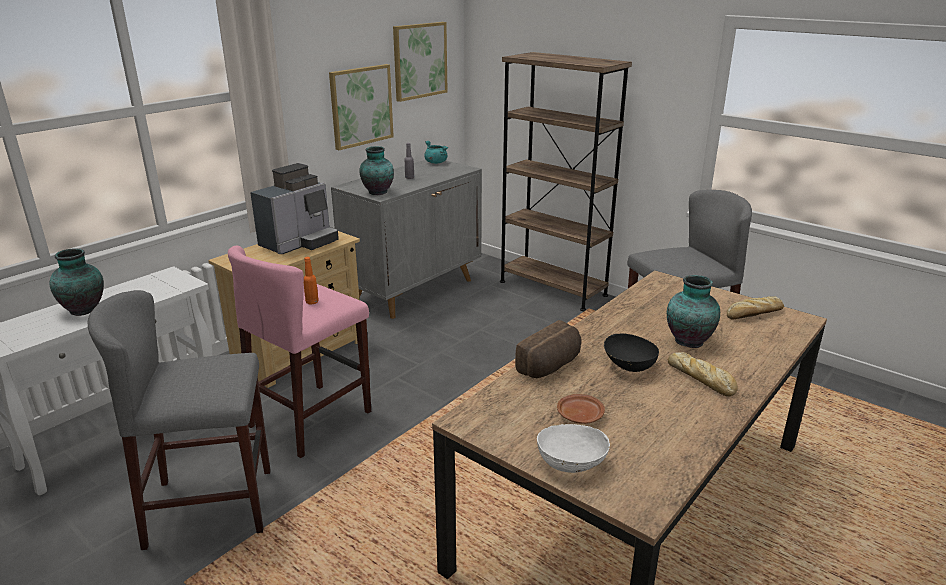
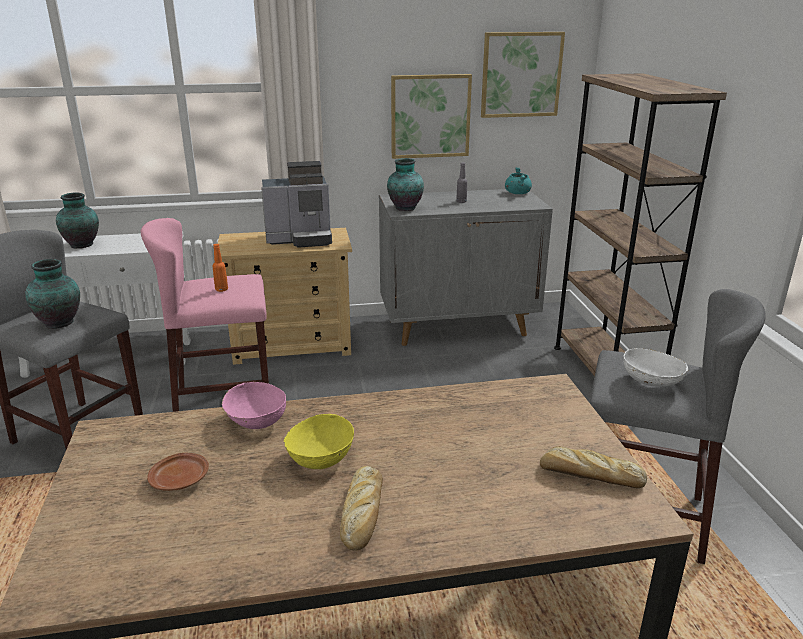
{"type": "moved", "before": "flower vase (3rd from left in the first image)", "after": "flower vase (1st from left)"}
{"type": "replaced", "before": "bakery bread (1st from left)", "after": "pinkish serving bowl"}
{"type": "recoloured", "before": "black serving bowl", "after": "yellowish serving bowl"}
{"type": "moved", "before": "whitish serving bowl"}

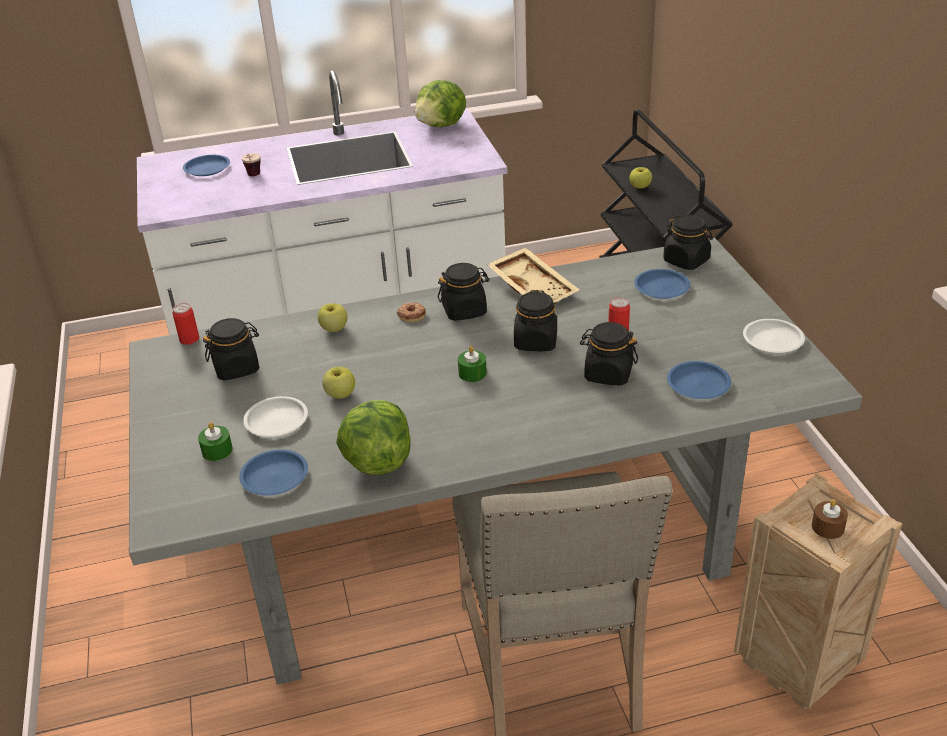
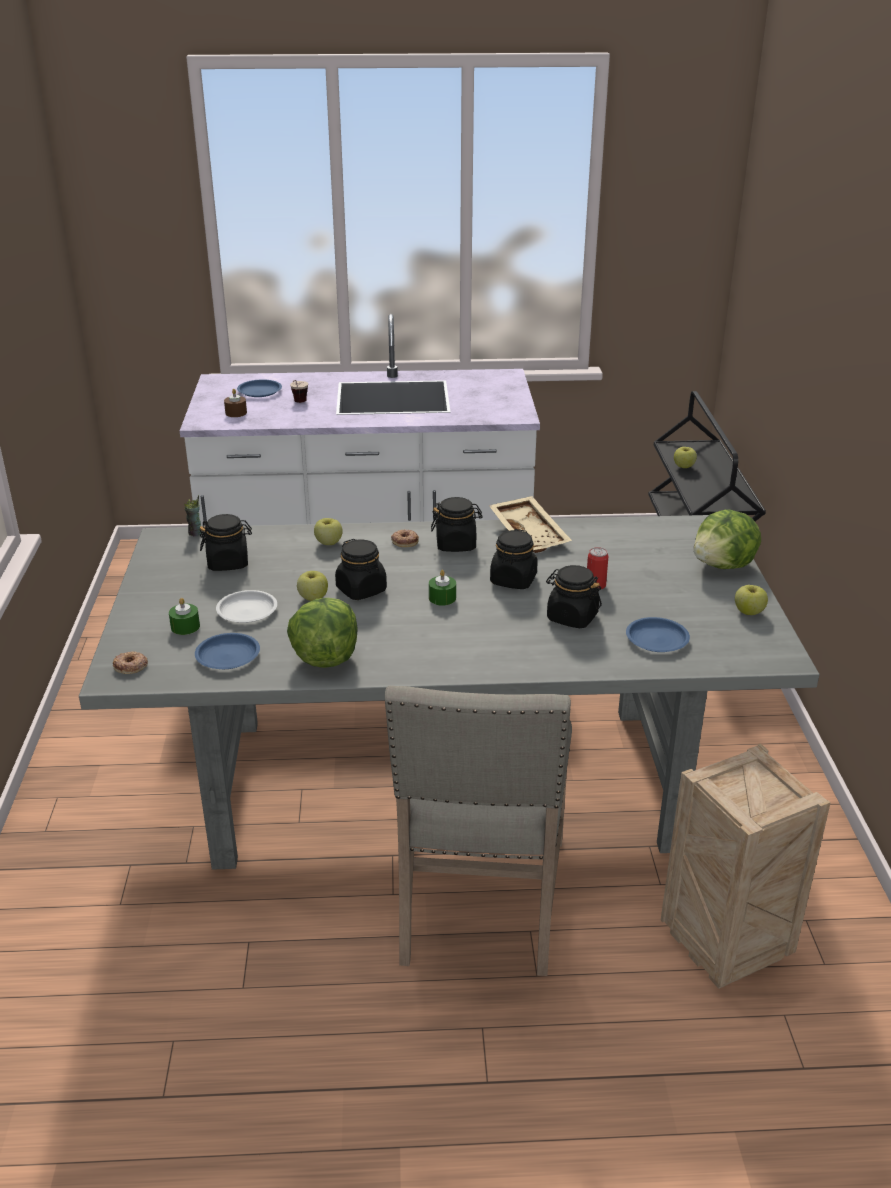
{"type": "moved", "before": "lettuce (2nd from left)"}
{"type": "moved", "before": "black jar (5th from left in the first image)", "after": "black jar (2nd from left)"}
{"type": "removed", "before": "blue-coloured dinner plate (3rd from left)"}
{"type": "replaced", "before": "sealed can (1st from left)", "after": "cup (1st from left)"}
{"type": "replaced", "before": "whitish dinner plate (2nd from left)", "after": "whole apple (4th from left)"}
{"type": "moved", "before": "brown wax light"}
{"type": "added", "after": "doughnut (1st from left)"}

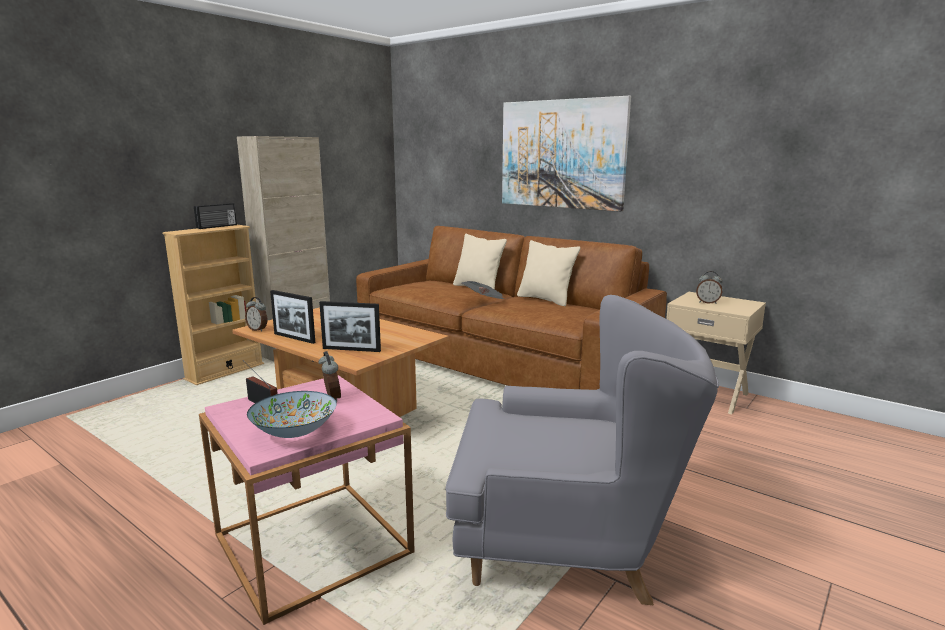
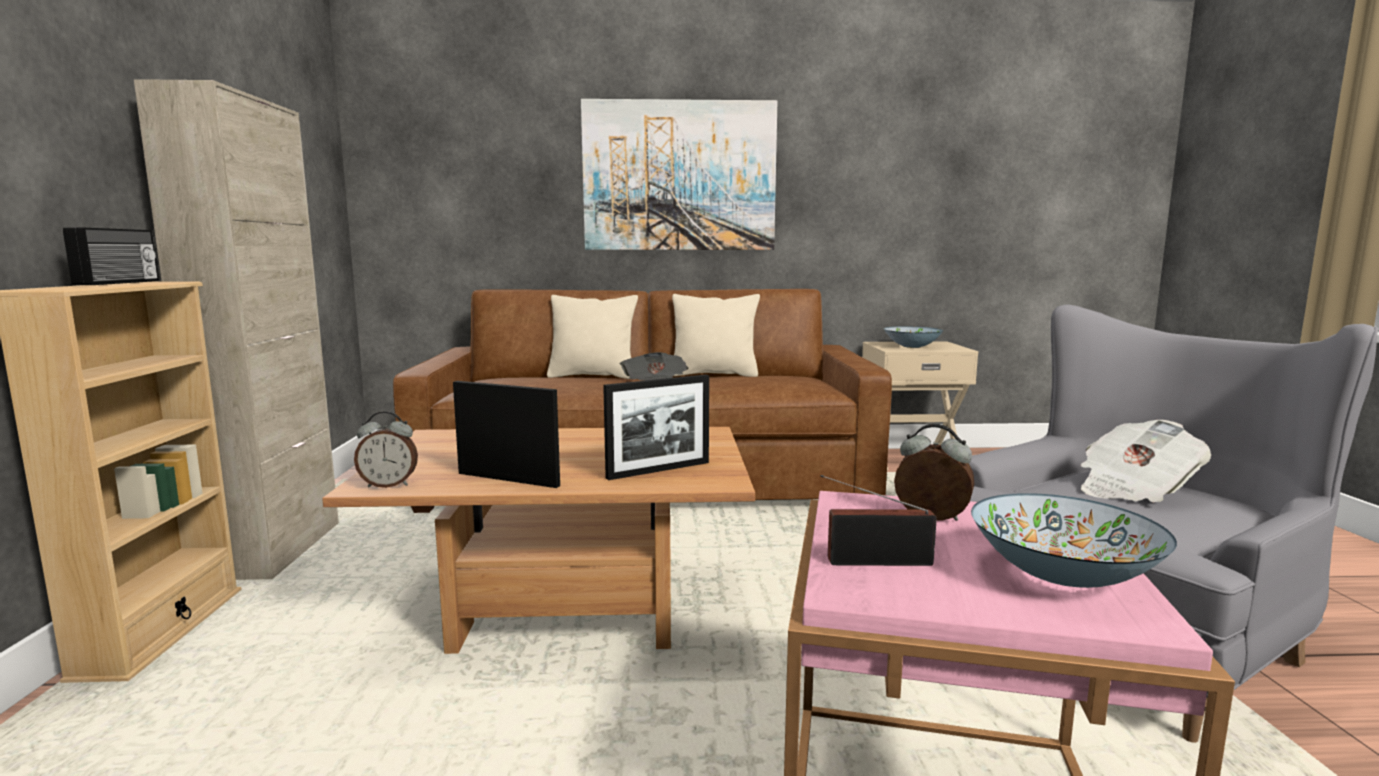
{"type": "replaced", "before": "table clock (3rd from left)", "after": "serving bowl (1st from left)"}
{"type": "turned", "before": "standing frame (1st from left)", "turn": -150}
{"type": "added", "after": "printed paper (2nd from left)"}

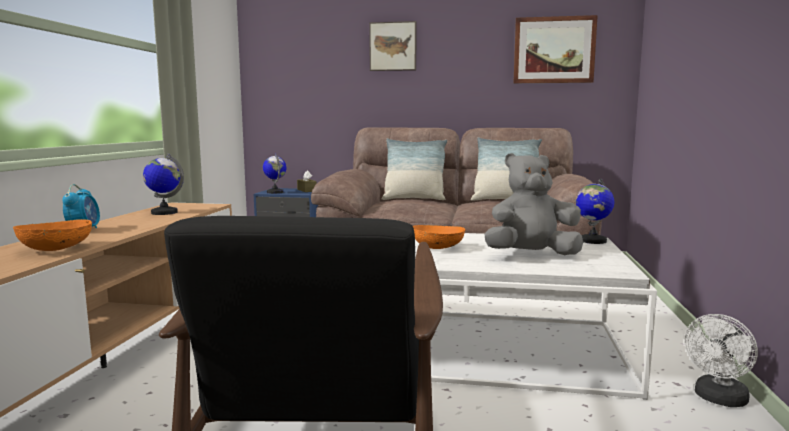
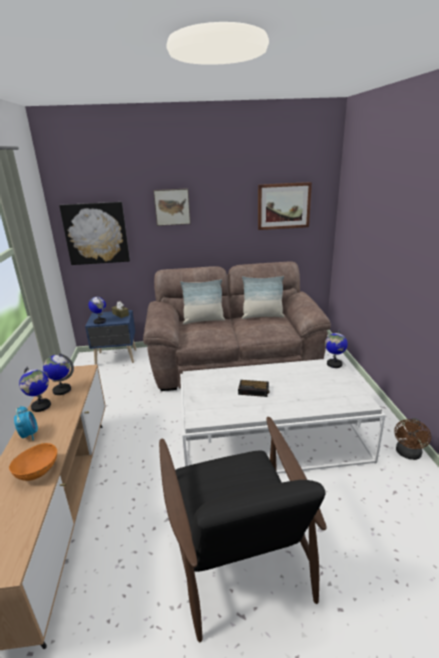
{"type": "removed", "before": "gray cuddly toy"}
{"type": "replaced", "before": "orange serving bowl (2nd from left)", "after": "table clock (2nd from left)"}
{"type": "recoloured", "before": "whitish fan", "after": "brown fan"}
{"type": "added", "after": "wall picture (1st from left)"}
{"type": "added", "after": "desk globe (1st from left)"}

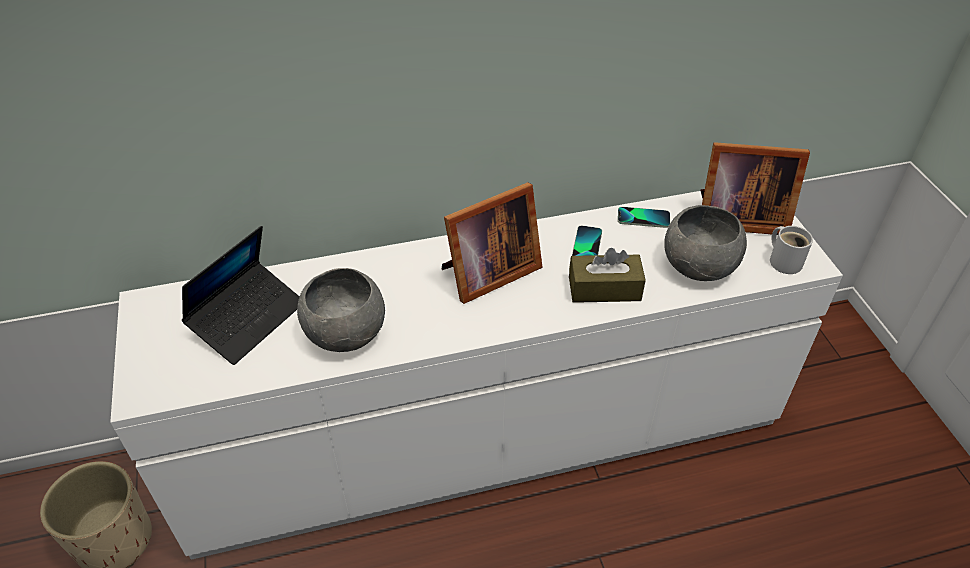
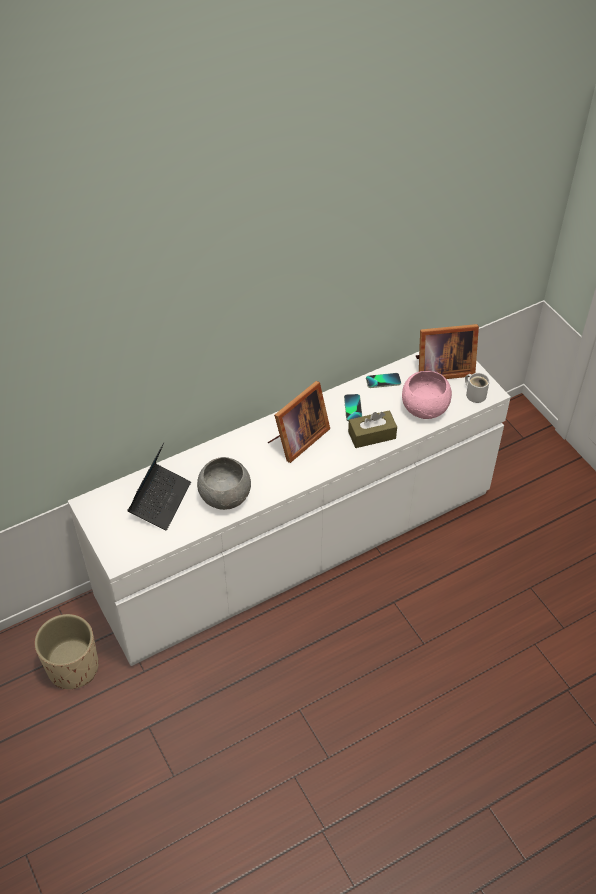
{"type": "recoloured", "before": "gray serving bowl (2nd from left)", "after": "pinkish serving bowl"}

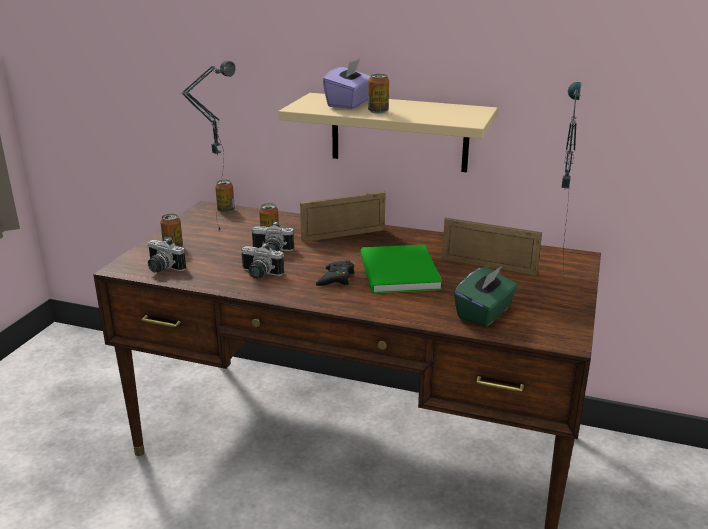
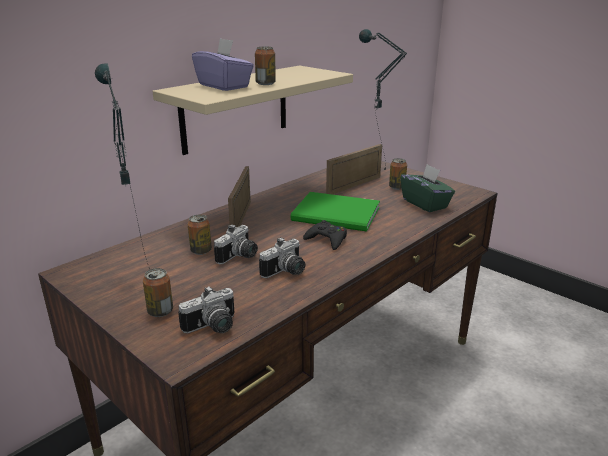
{"type": "moved", "before": "sealed can (2nd from left in the first image)", "after": "sealed can (4th from left)"}

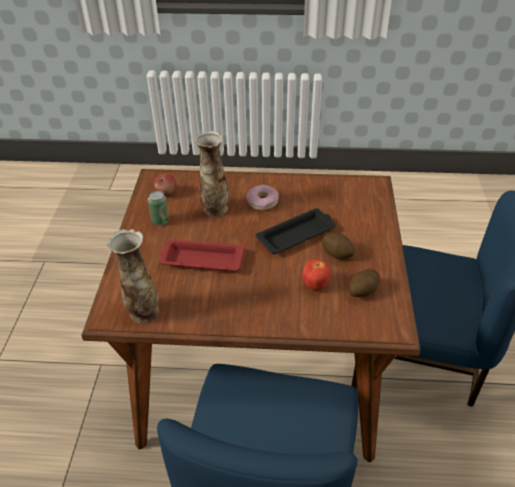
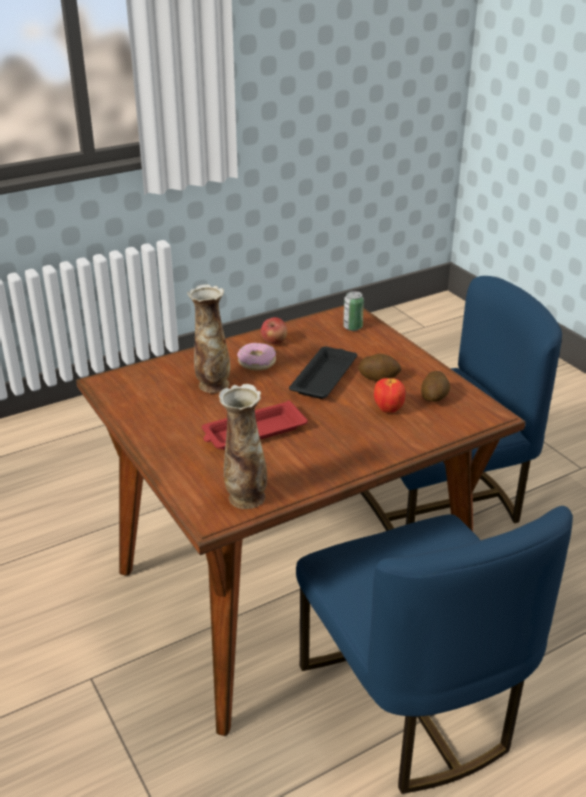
{"type": "moved", "before": "whole apple (1st from left)"}
{"type": "moved", "before": "sealed can"}

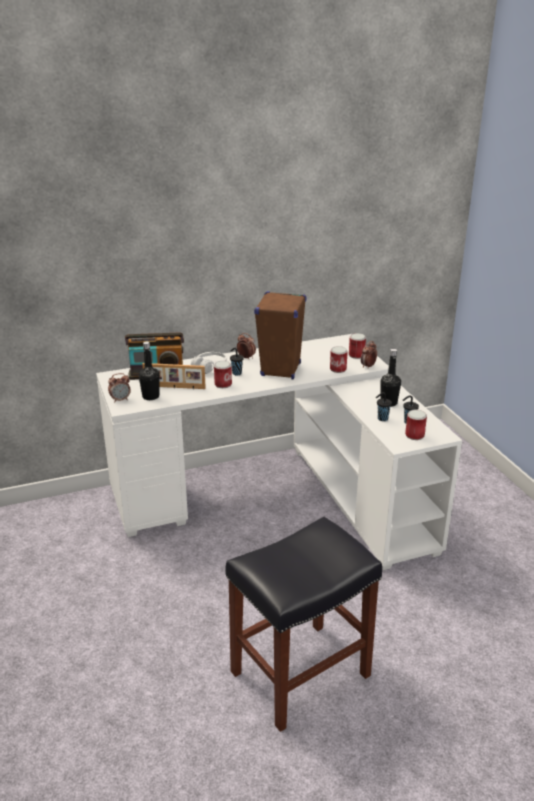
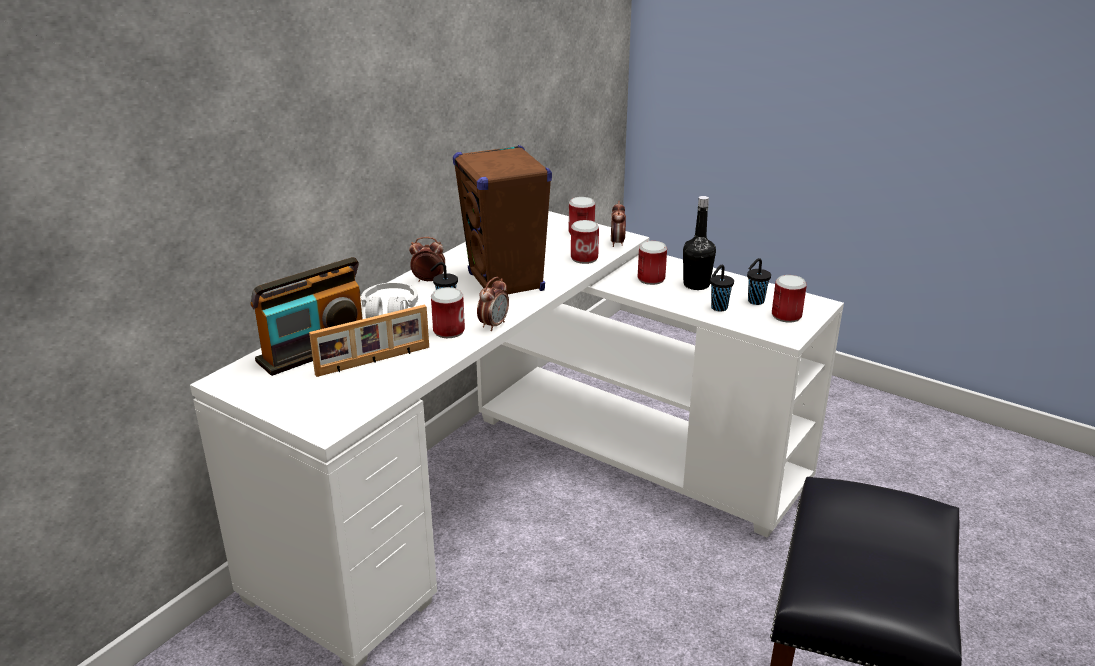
{"type": "removed", "before": "black bottle (1st from left)"}
{"type": "moved", "before": "table clock (1st from left in the first image)", "after": "table clock (2nd from left)"}
{"type": "added", "after": "sealed can (4th from left)"}

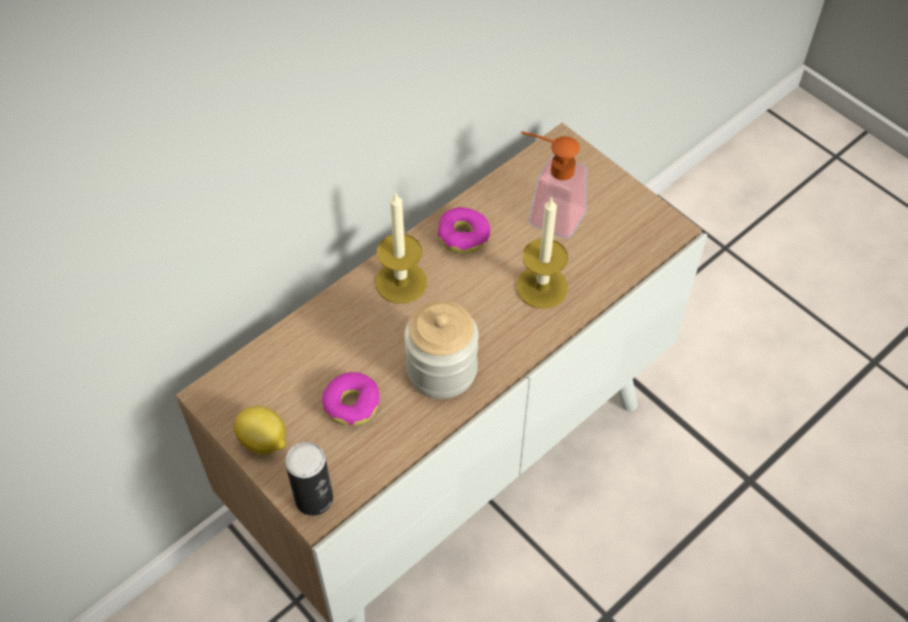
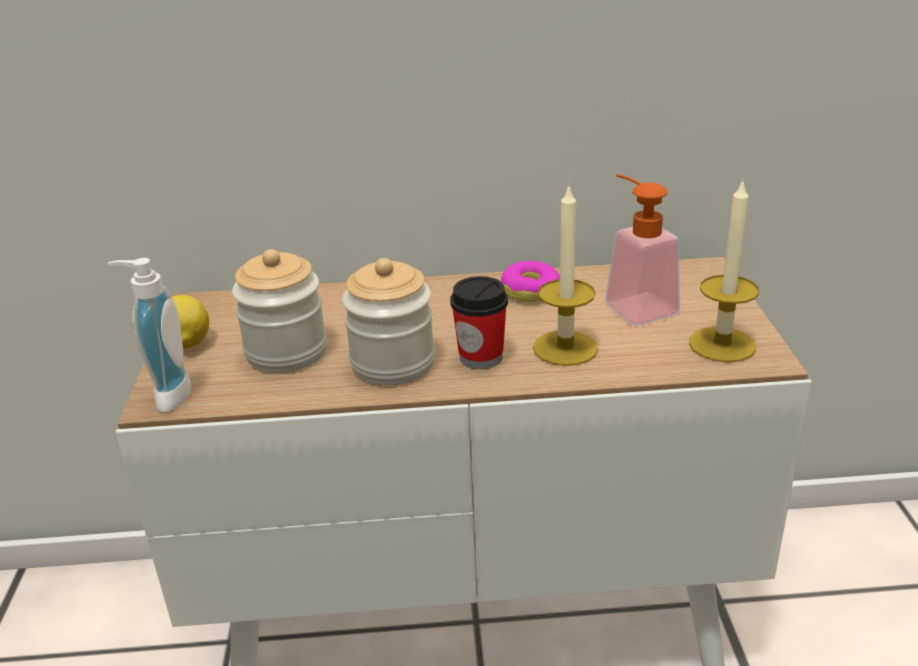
{"type": "moved", "before": "wax light (1st from left in the first image)", "after": "wax light (2nd from left)"}
{"type": "replaced", "before": "doughnut (1st from left)", "after": "jar (1st from left)"}
{"type": "replaced", "before": "sealed can", "after": "soap dispenser (1st from left)"}
{"type": "added", "after": "cup"}

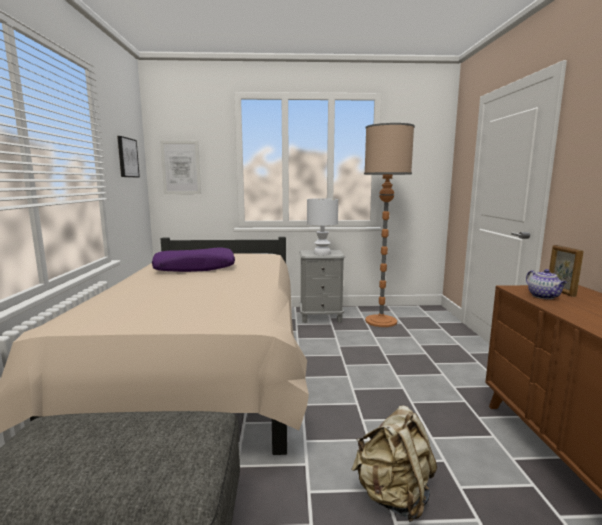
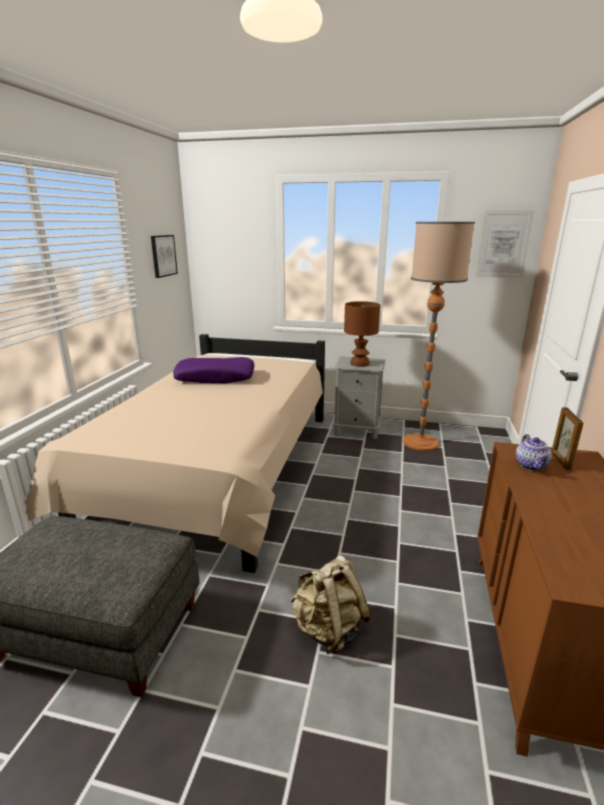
{"type": "moved", "before": "wall picture (2nd from left)"}
{"type": "recoloured", "before": "whitish tabletop lamp", "after": "brown tabletop lamp"}

